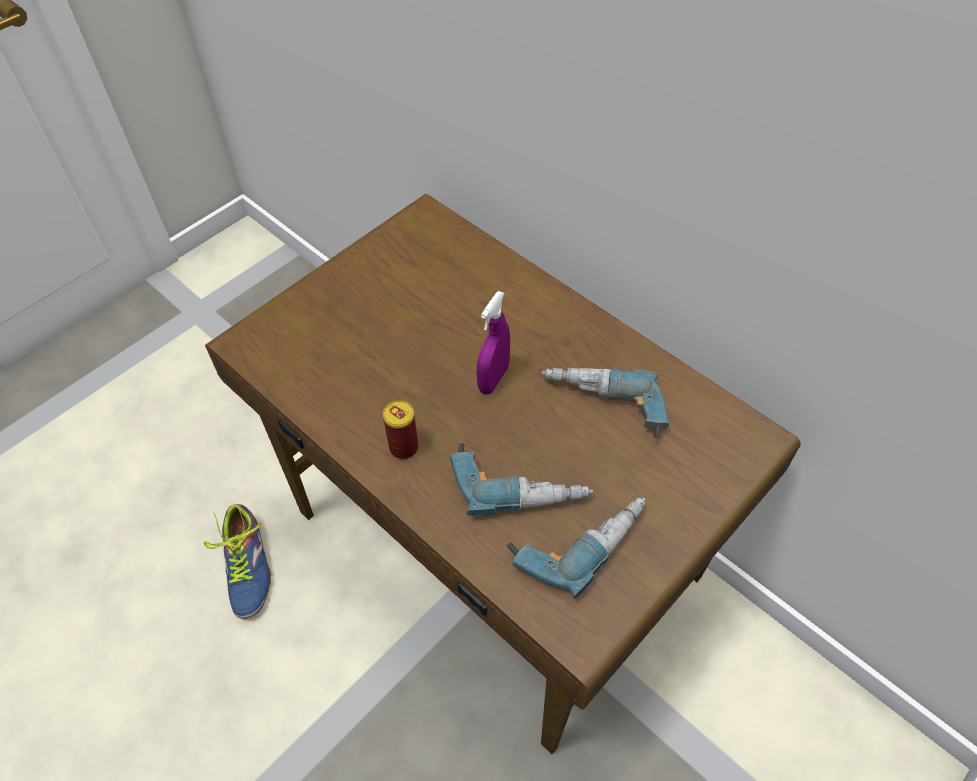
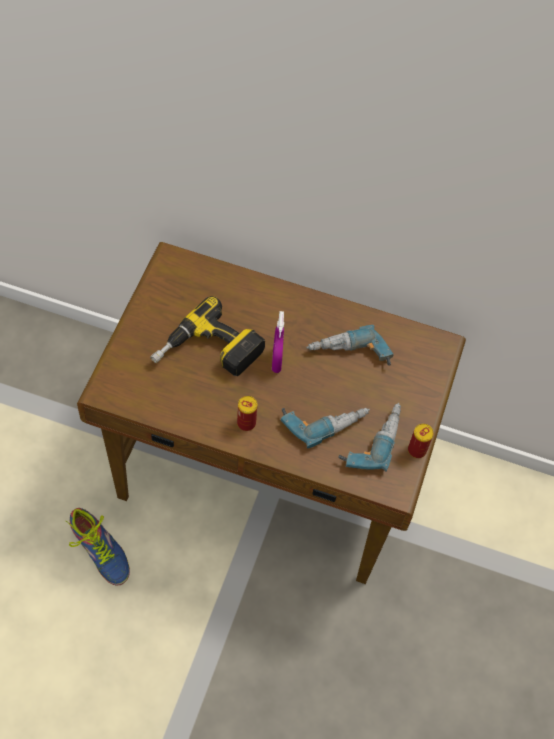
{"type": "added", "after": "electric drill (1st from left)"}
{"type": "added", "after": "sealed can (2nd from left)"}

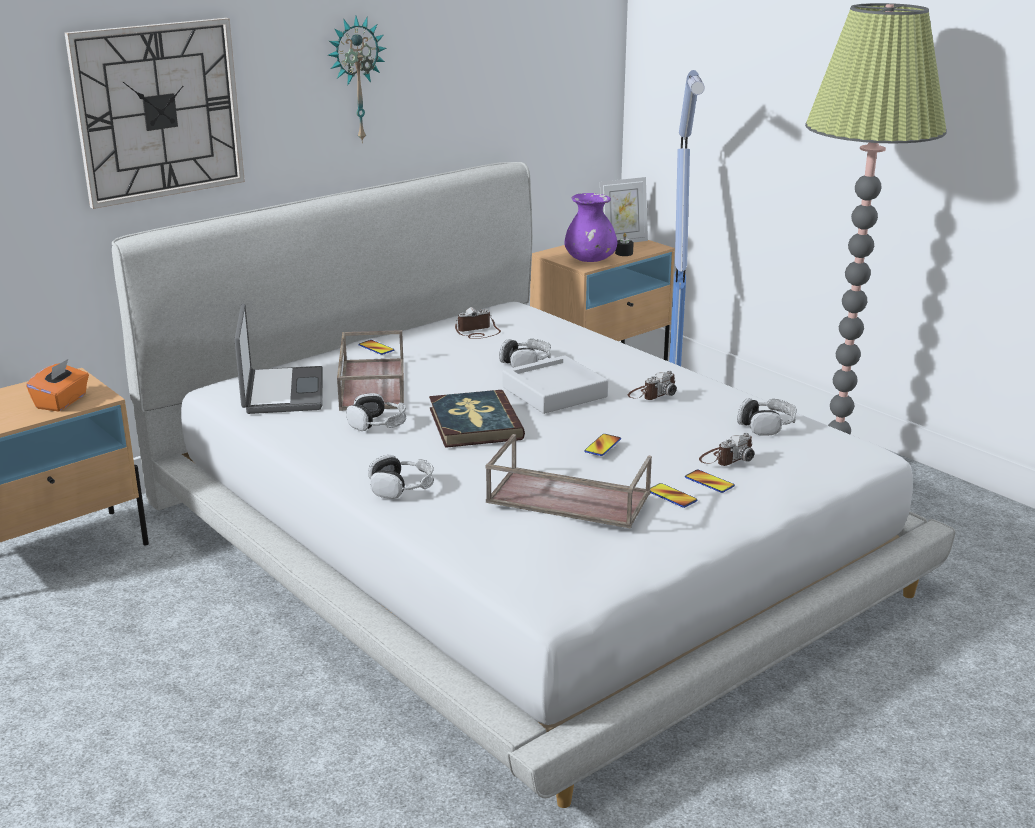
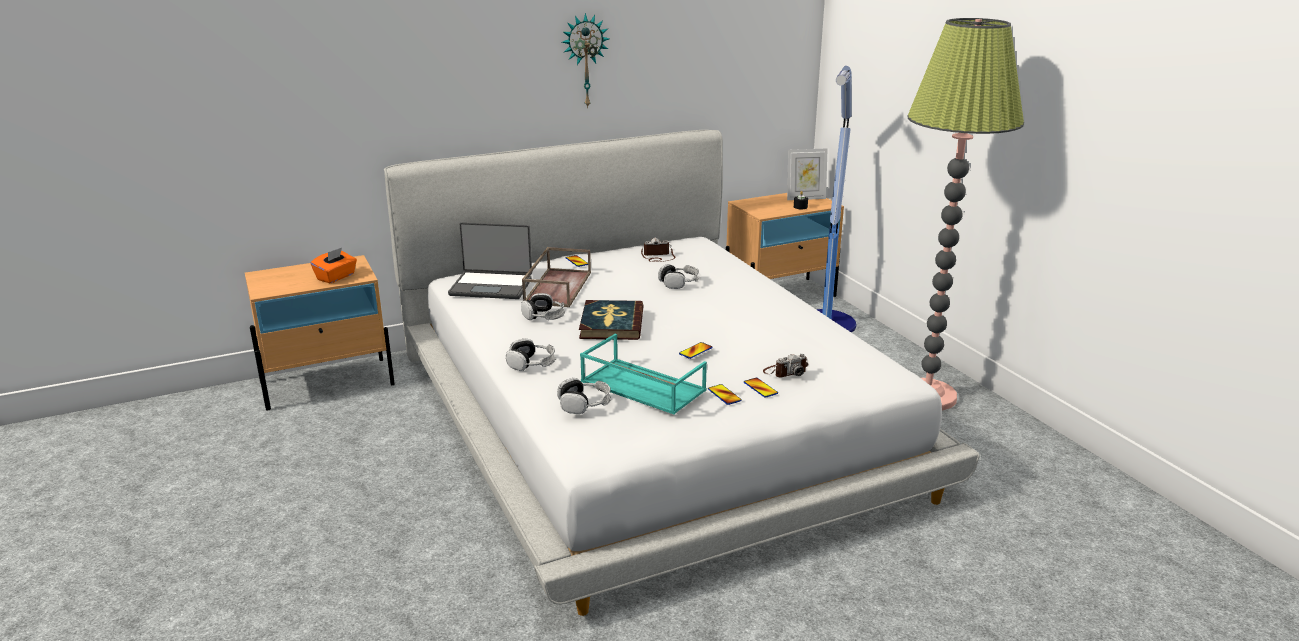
{"type": "removed", "before": "clock on the wall (1st from left)"}
{"type": "removed", "before": "purplish flower vase"}
{"type": "turned", "before": "portable computer", "turn": 90}
{"type": "removed", "before": "gray carrying tray"}
{"type": "removed", "before": "still camera (2nd from left)"}
{"type": "moved", "before": "headphones (4th from left in the first image)", "after": "headphones (3rd from left)"}
{"type": "recoloured", "before": "brown carrying tray (2nd from left)", "after": "turquoise-coloured carrying tray"}

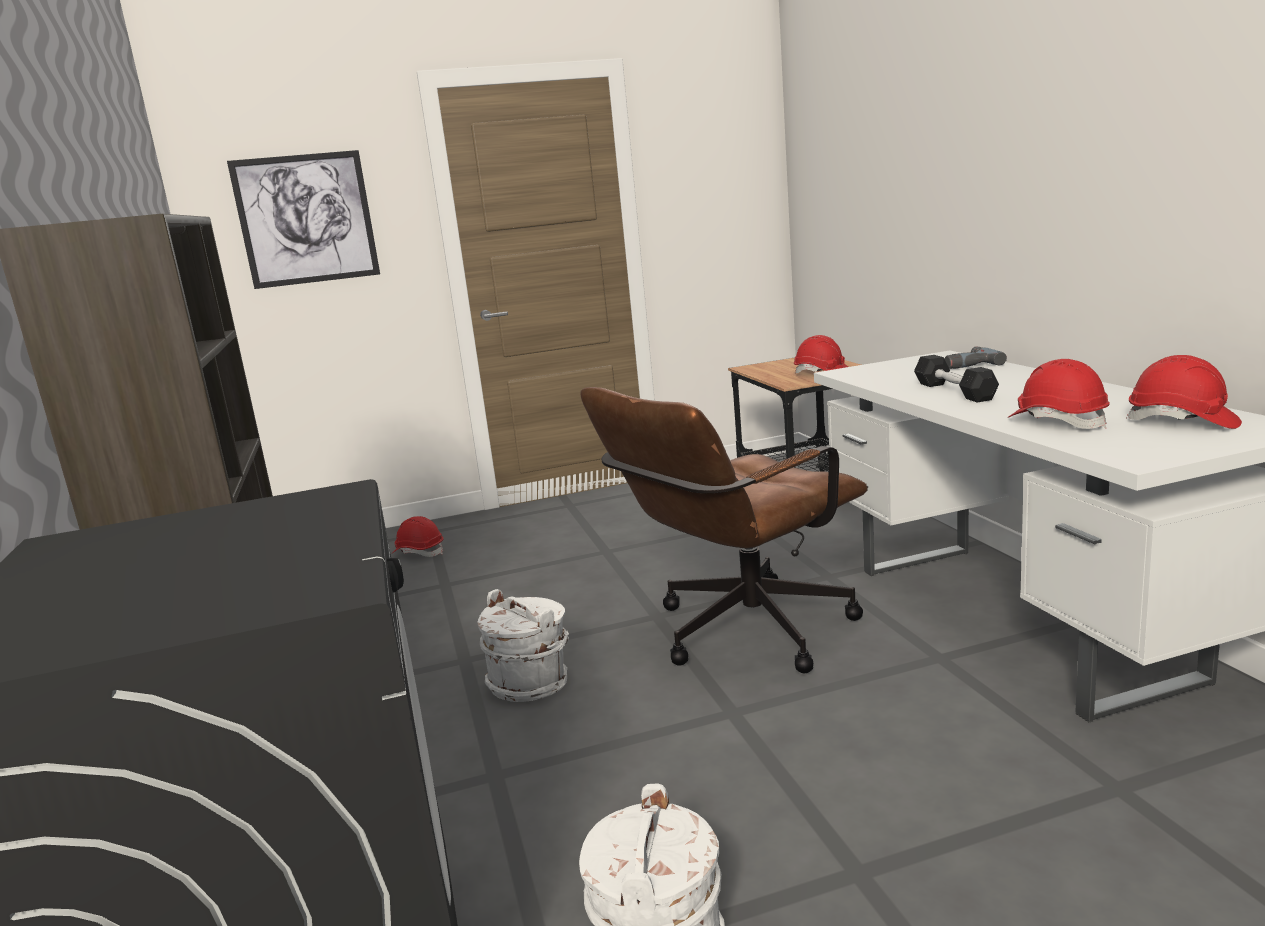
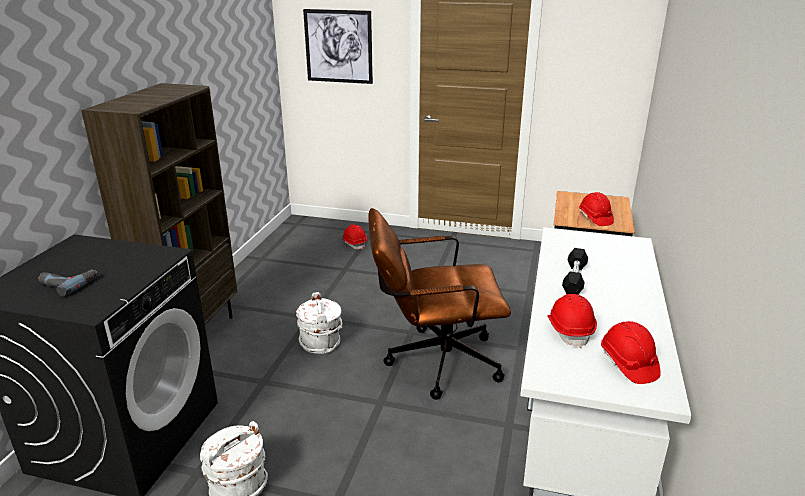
{"type": "moved", "before": "electric drill"}

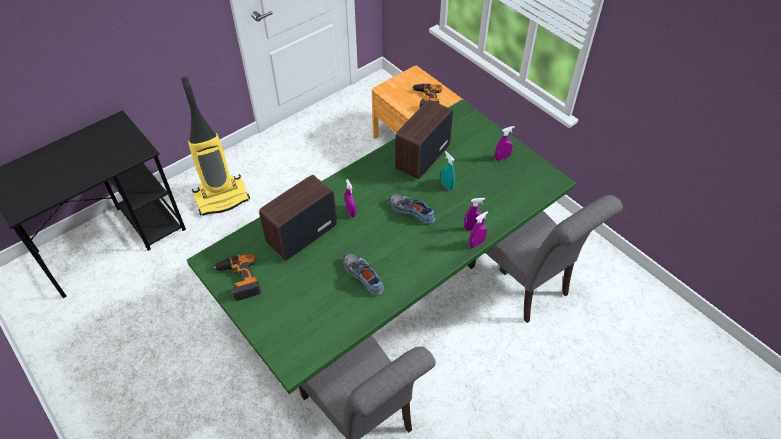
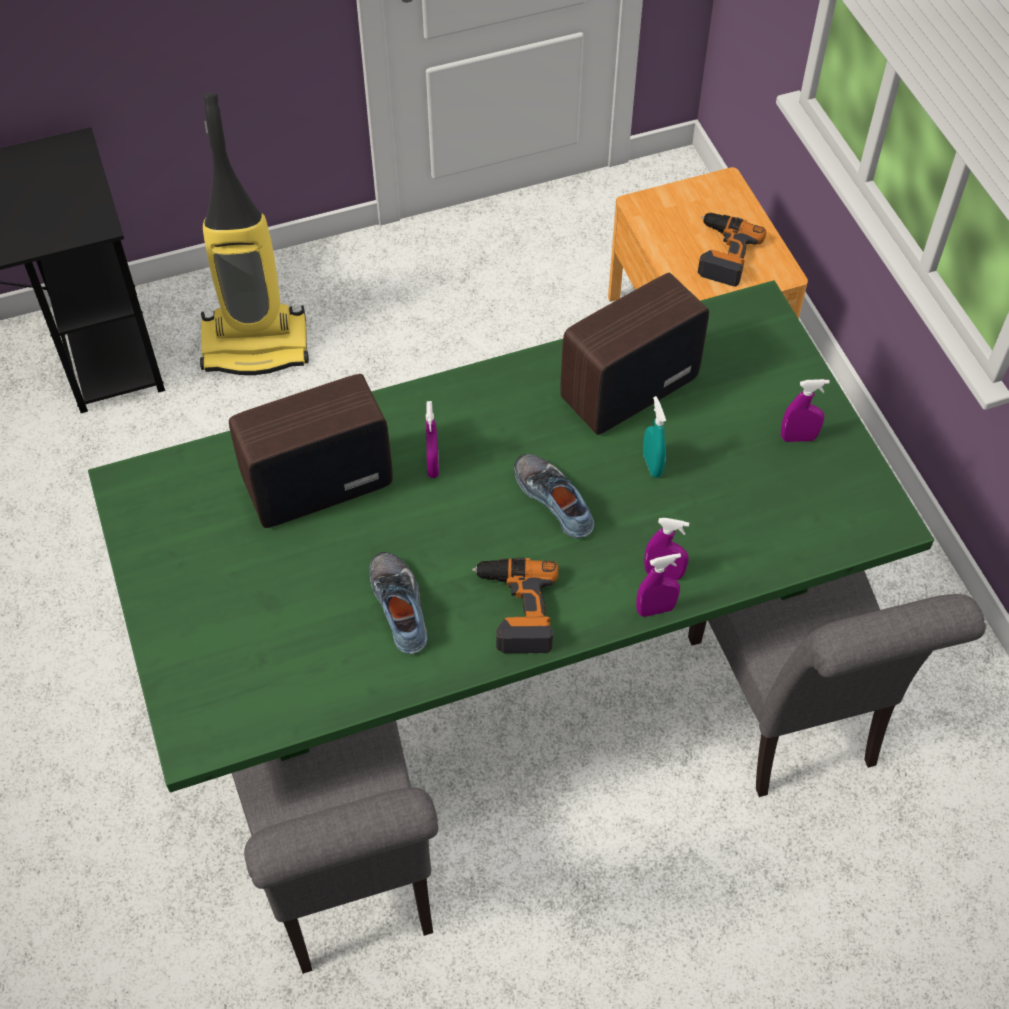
{"type": "moved", "before": "electric drill (1st from left)"}

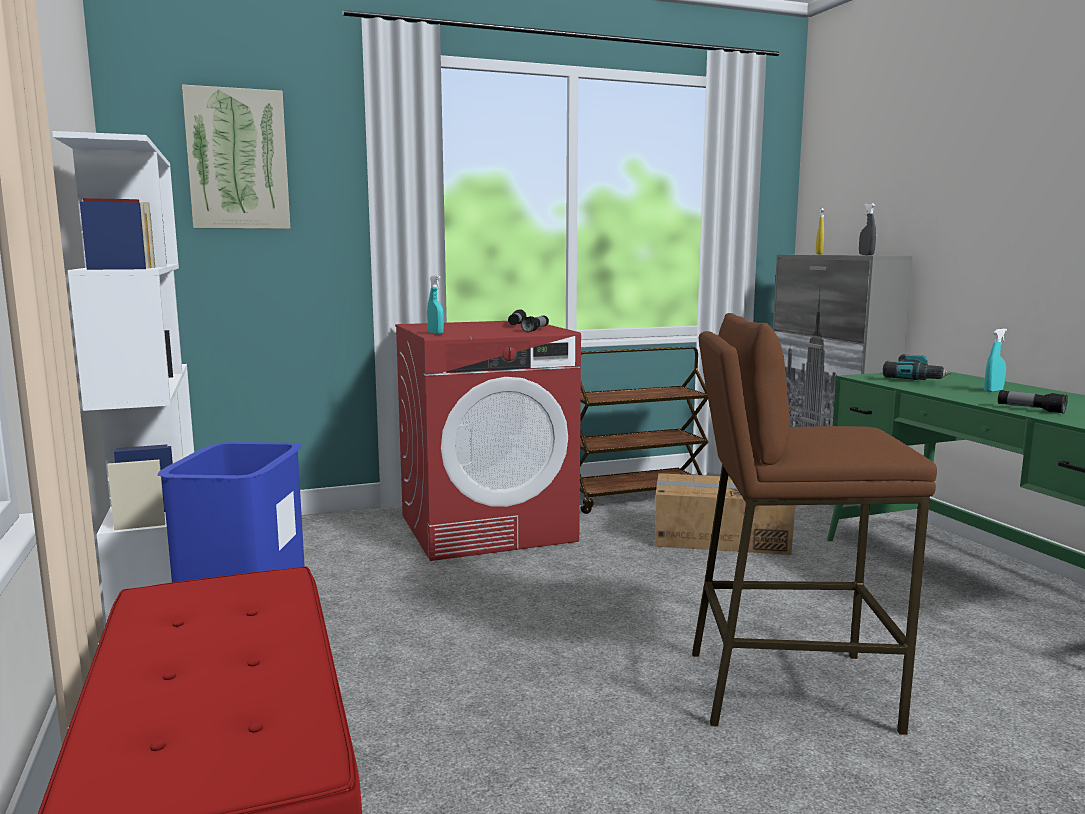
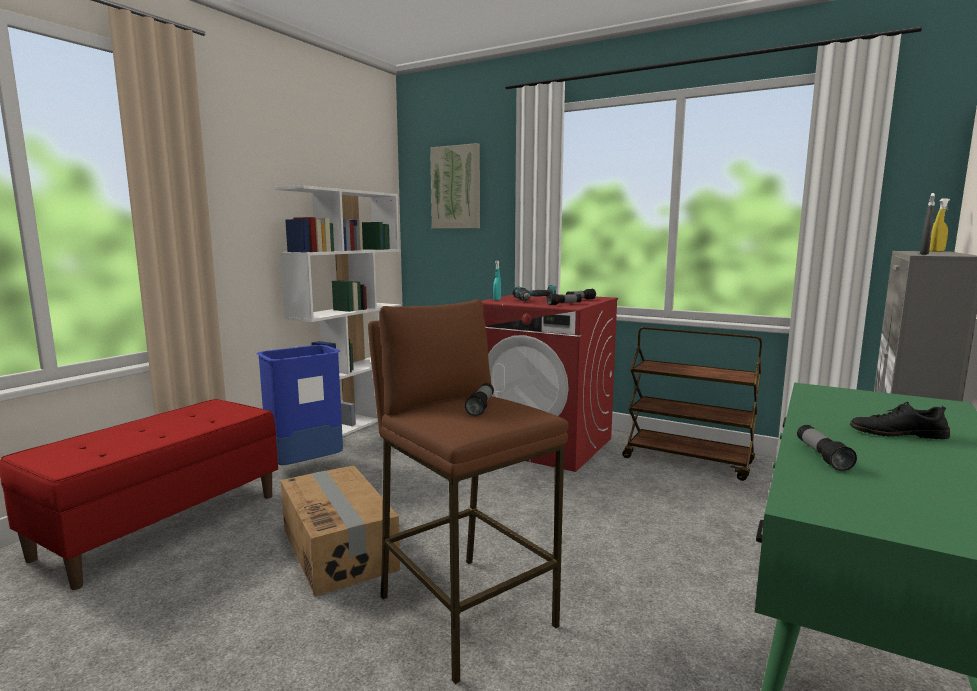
{"type": "replaced", "before": "turquoise-coloured hand sprayer (2nd from left)", "after": "black shoe"}
{"type": "moved", "before": "electric drill"}
{"type": "moved", "before": "cardboard box"}
{"type": "added", "after": "hand torch (1st from left)"}

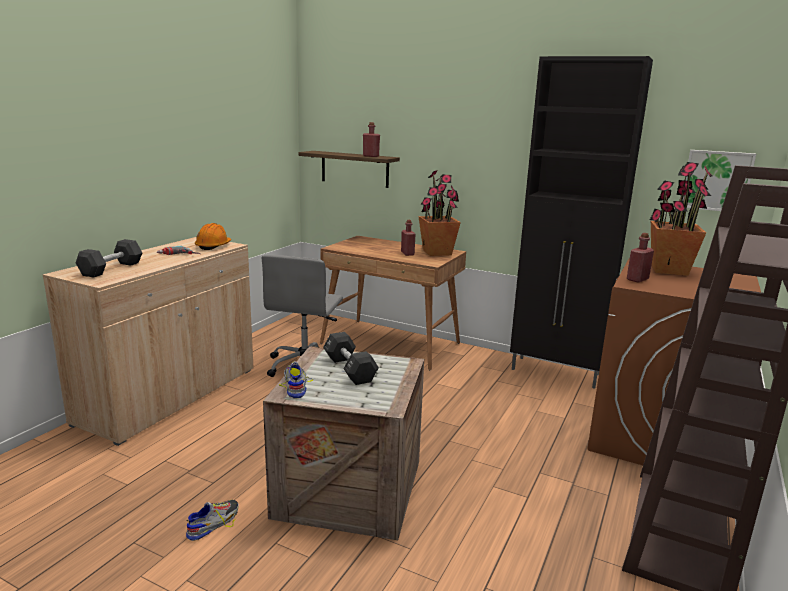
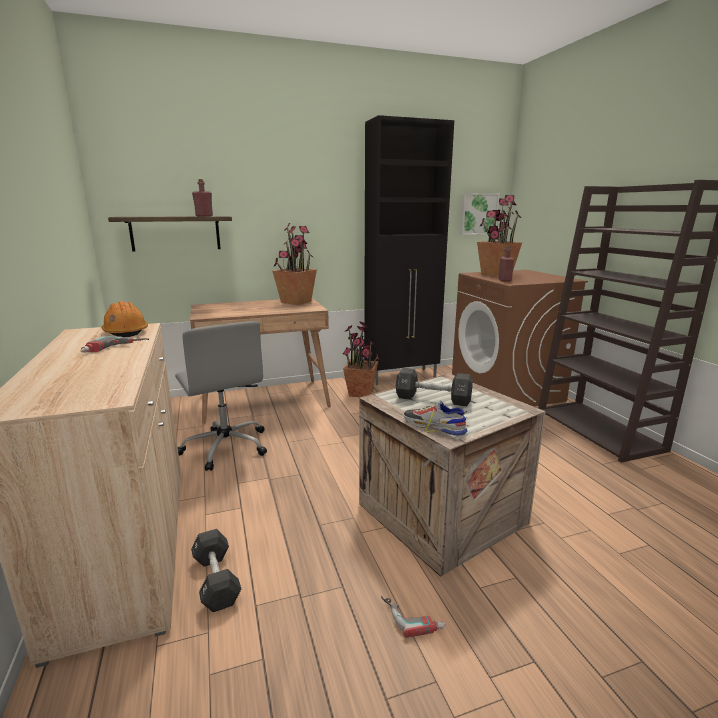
{"type": "removed", "before": "reddish bottle (2nd from left)"}
{"type": "moved", "before": "black dumbbell (1st from left)"}
{"type": "replaced", "before": "shoe (1st from left)", "after": "electric drill (2nd from left)"}
{"type": "added", "after": "houseplant (2nd from left)"}

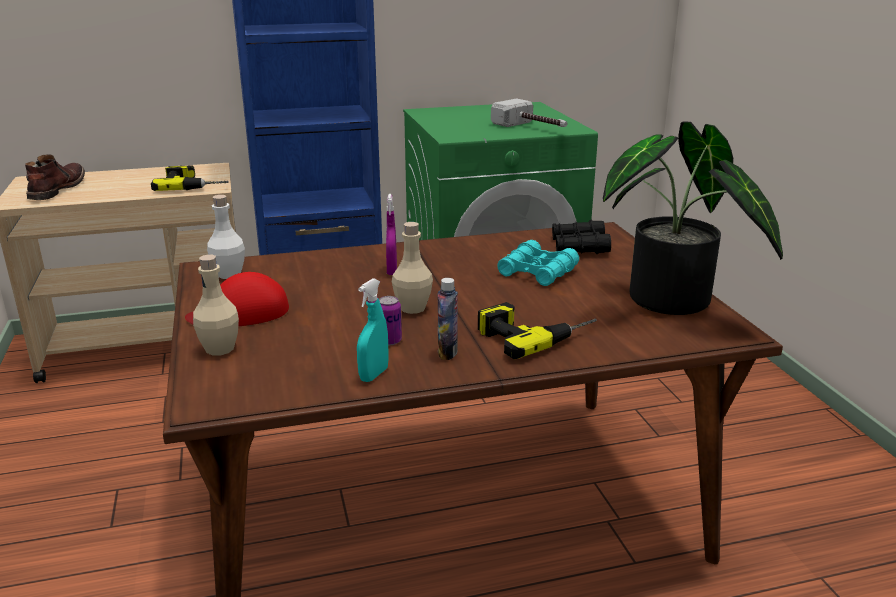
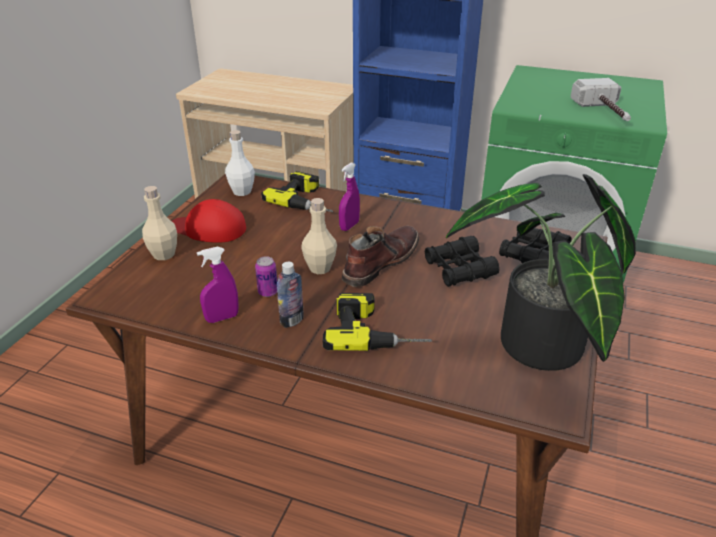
{"type": "moved", "before": "brown high-top boot"}
{"type": "moved", "before": "electric drill (1st from left)"}
{"type": "recoloured", "before": "turquoise-coloured pair of binoculars", "after": "black pair of binoculars (1st from left)"}
{"type": "recoloured", "before": "turquoise-coloured hand sprayer", "after": "purplish hand sprayer (1st from left)"}

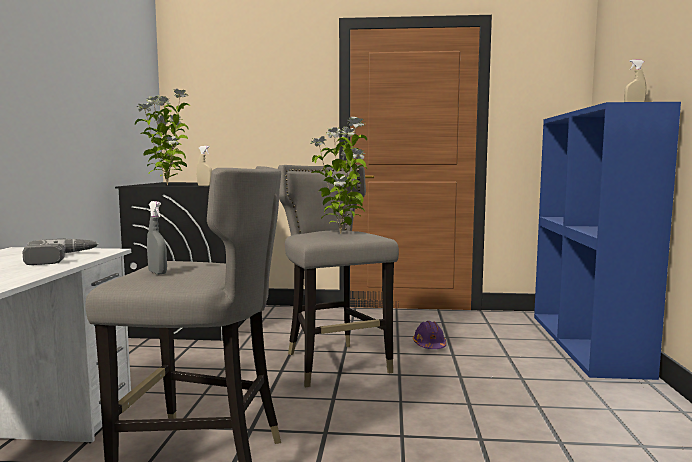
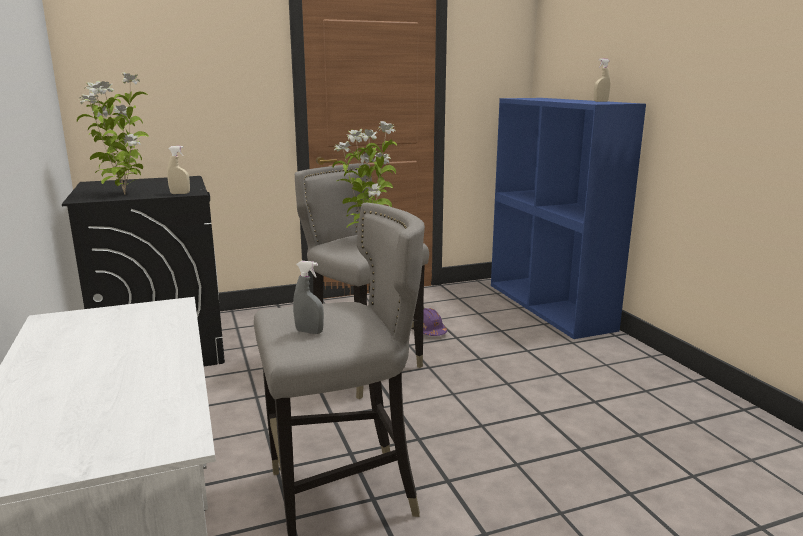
{"type": "removed", "before": "electric drill"}

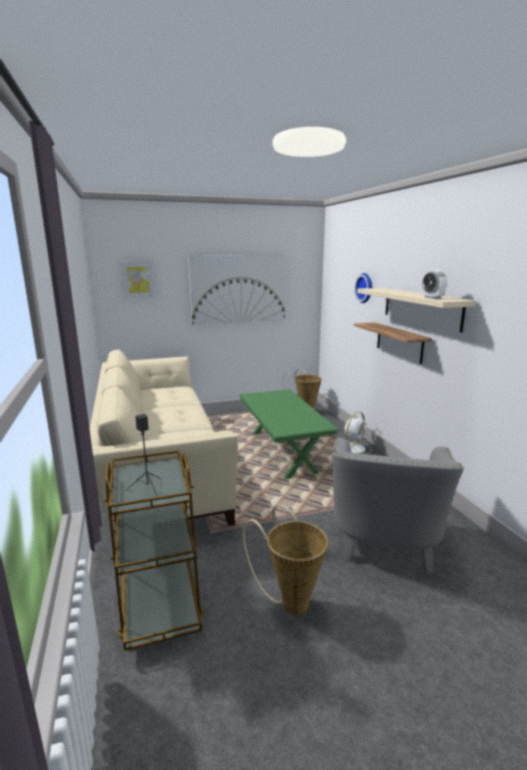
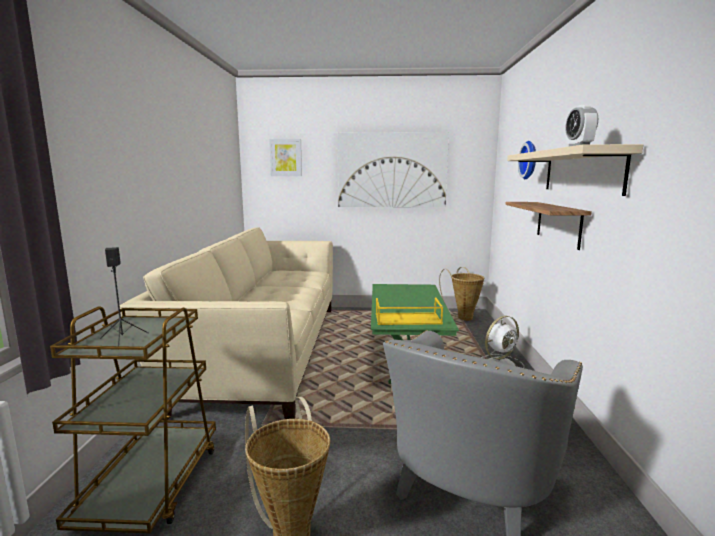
{"type": "added", "after": "yellowish carrying tray"}

